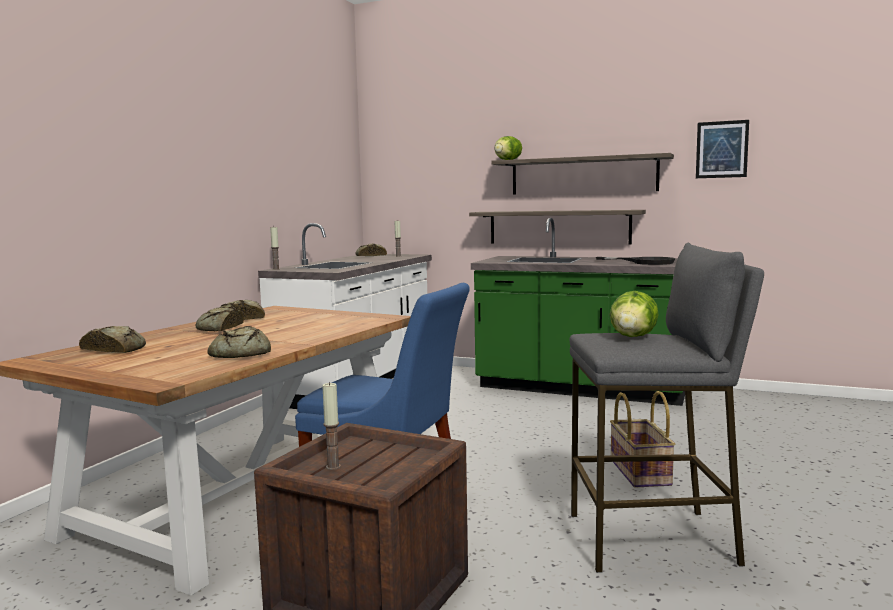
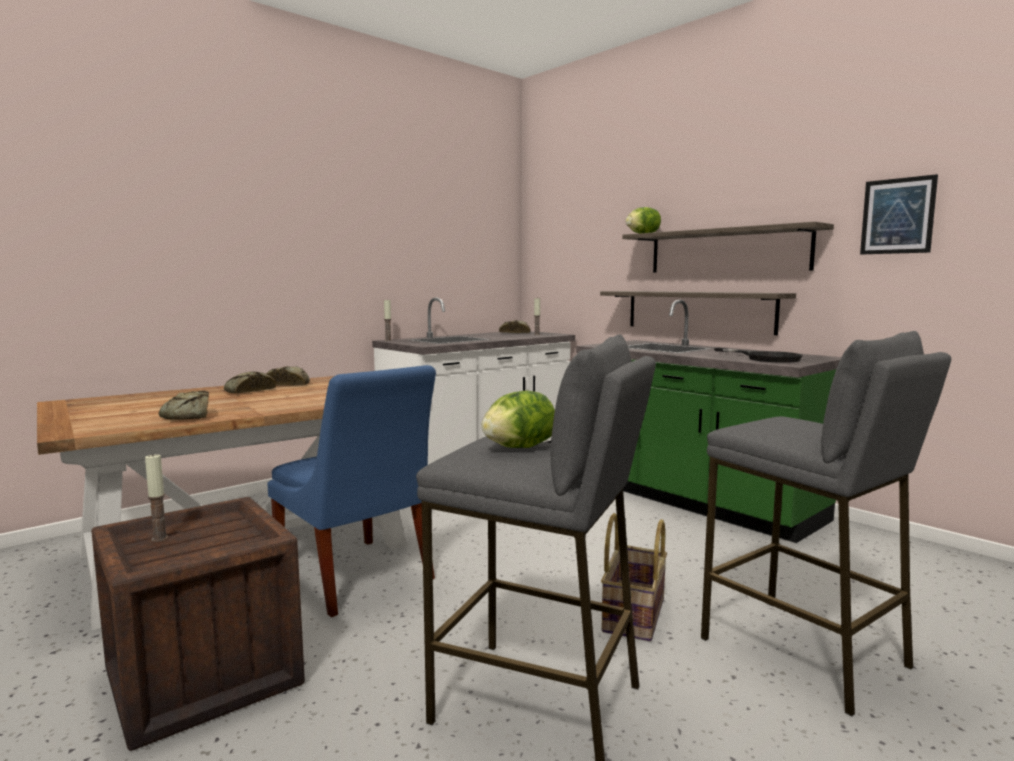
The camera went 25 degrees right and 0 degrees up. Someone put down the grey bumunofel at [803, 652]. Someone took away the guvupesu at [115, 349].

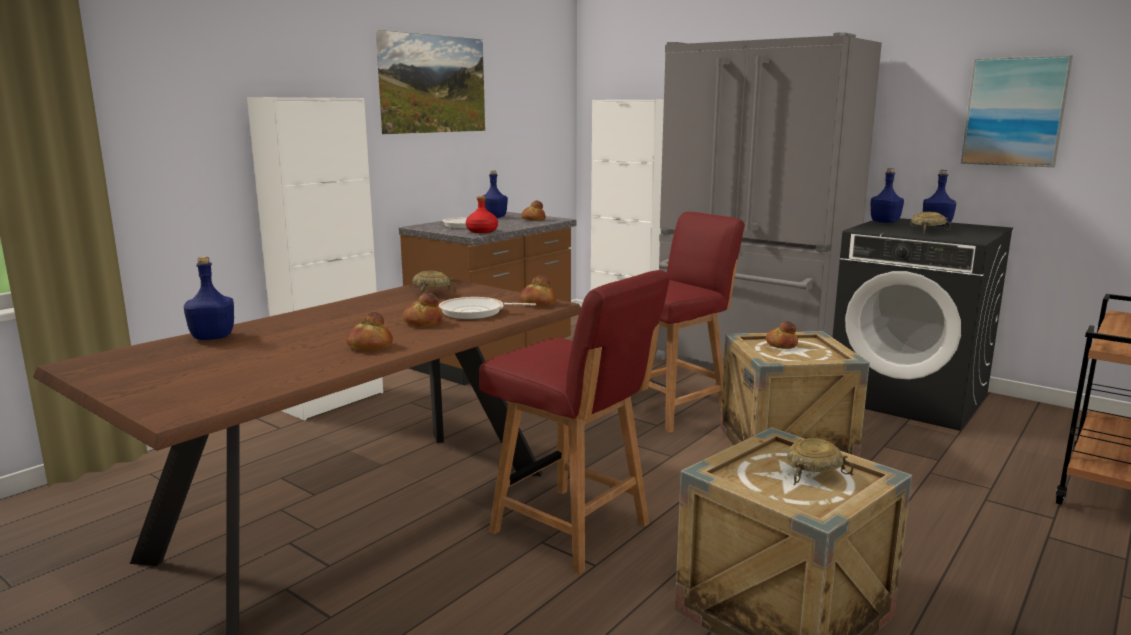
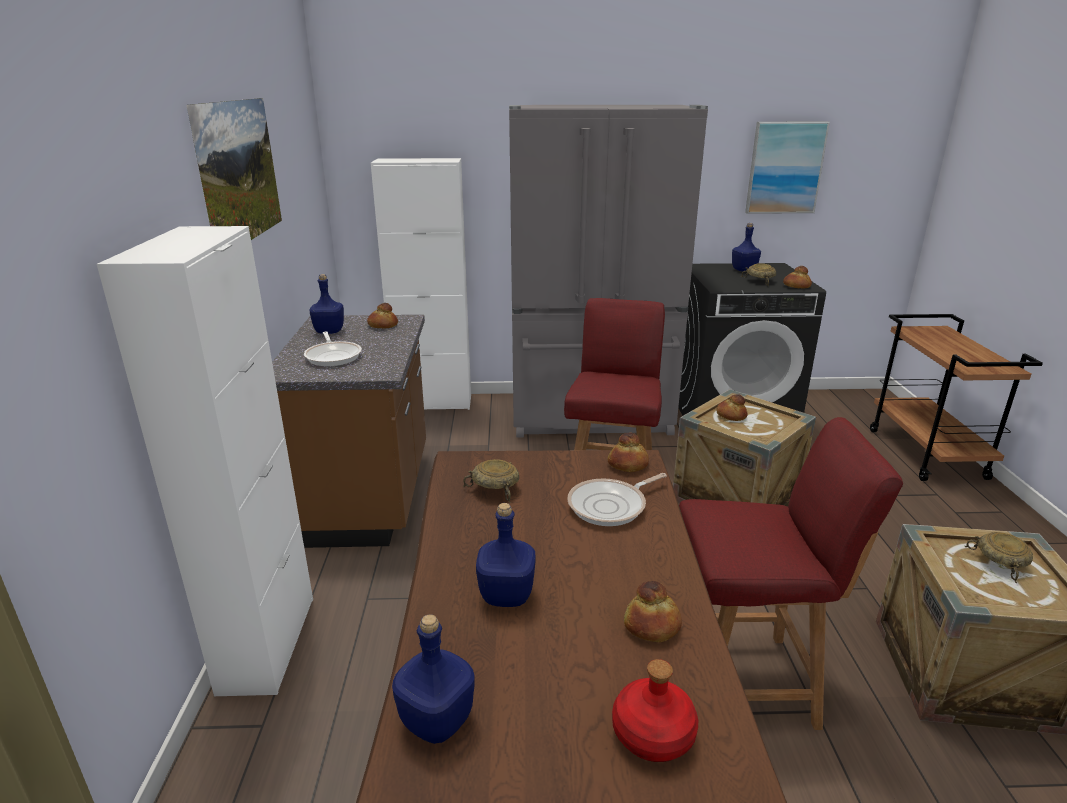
The camera went 40 degrees left and 10 degrees up. Someone carried the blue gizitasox from [885, 222] to [506, 594]. Someone carried the red gizitasox from [482, 231] to [653, 735]. Someone carried the guvupesu from [423, 322] to [796, 286].

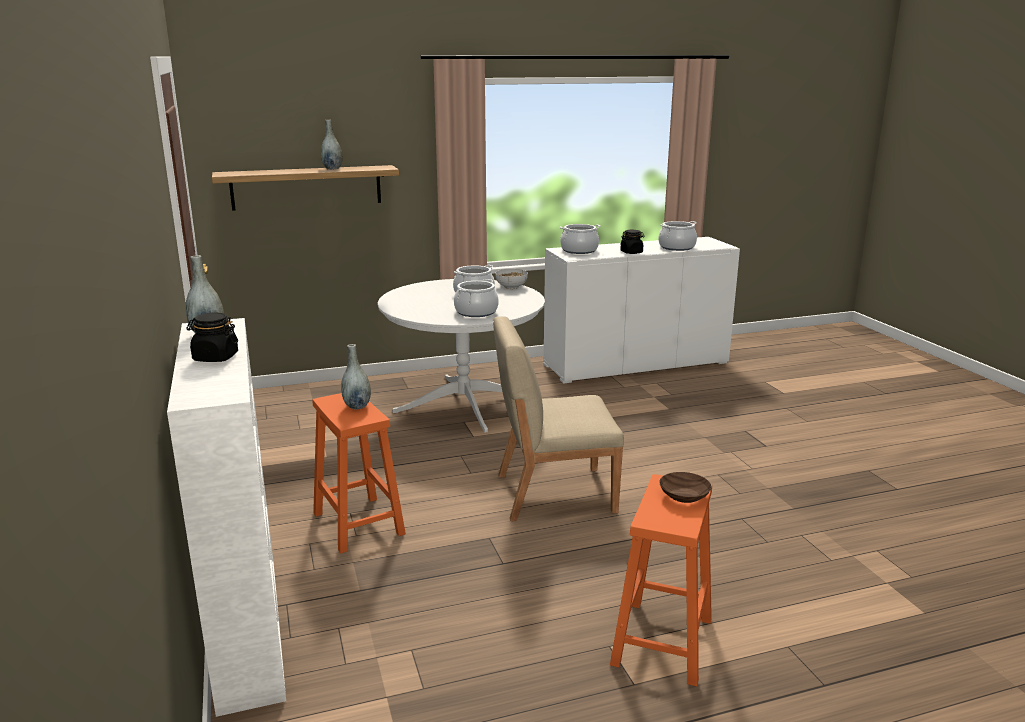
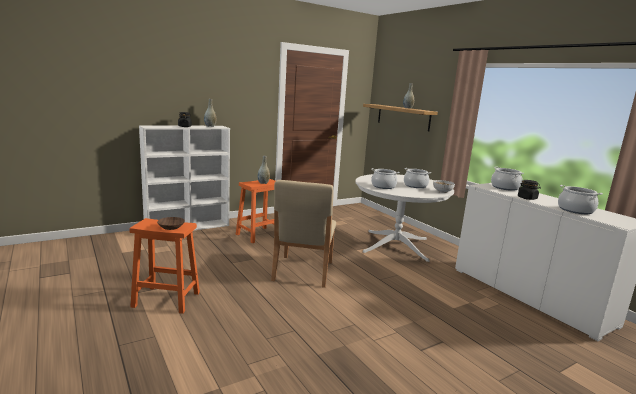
The camera went 75 degrees right and 5 degrees down. Someone rotated the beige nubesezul at [553, 493] by 150 degrees counterclockwise.

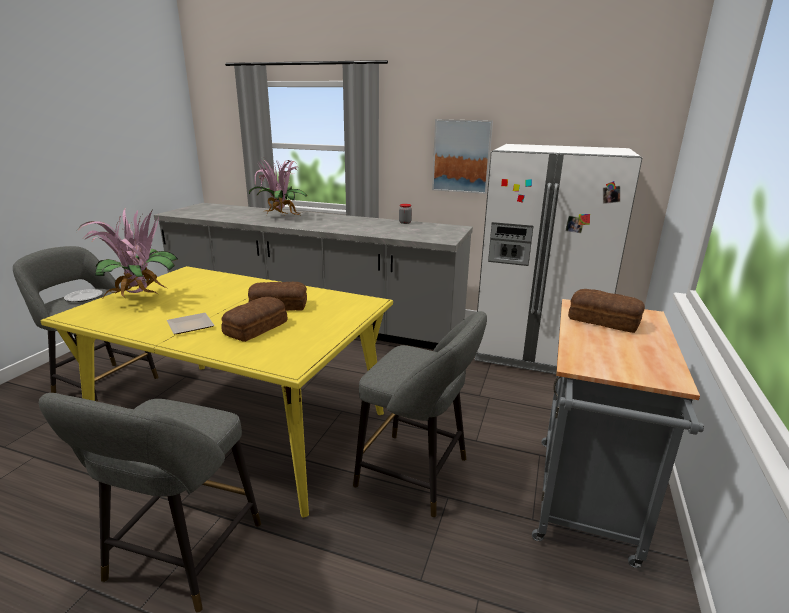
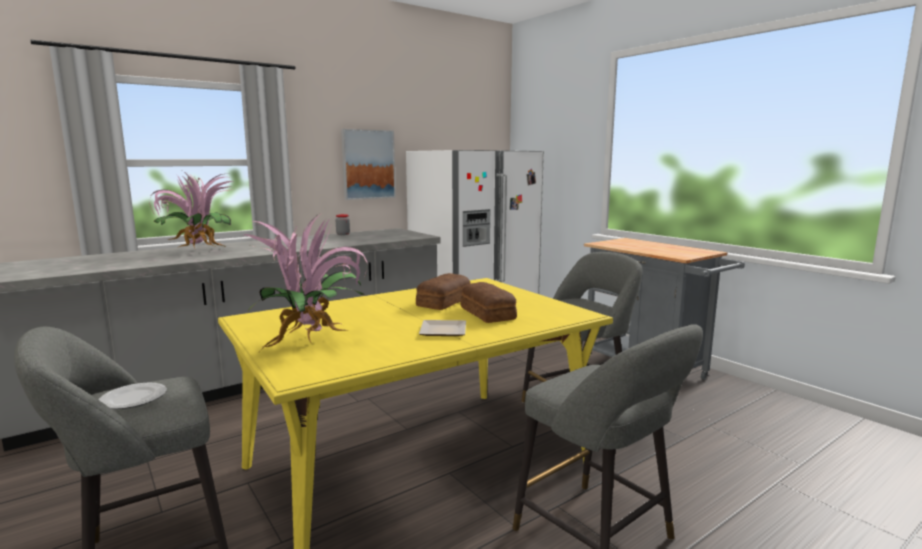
The camera went 55 degrees left and 10 degrees down. Someone took away the guvupesu at [604, 321].

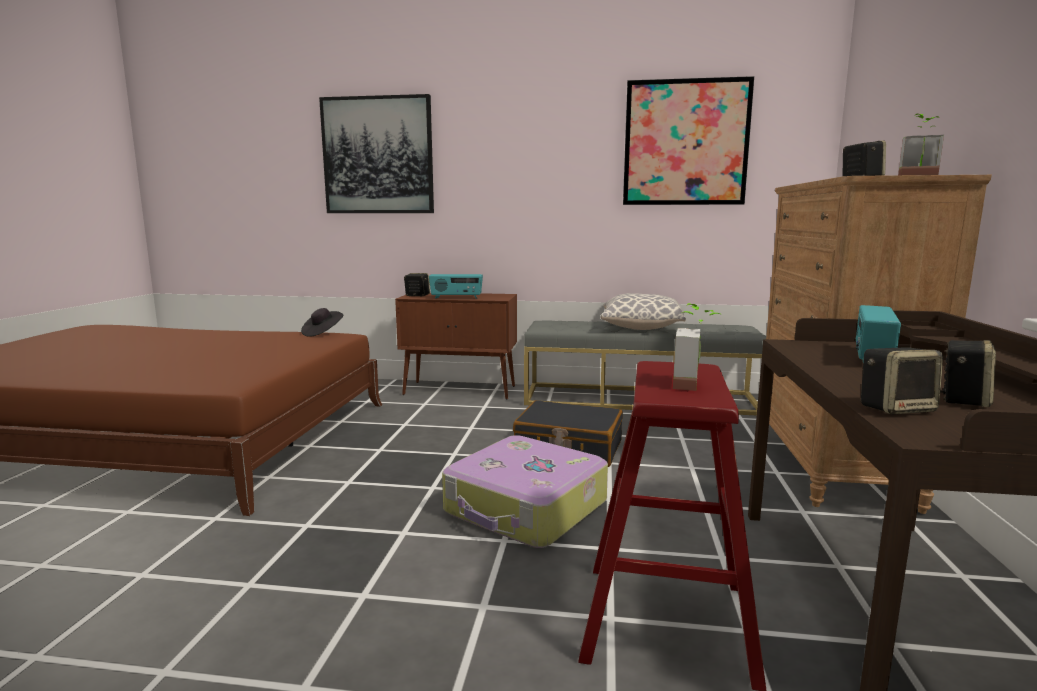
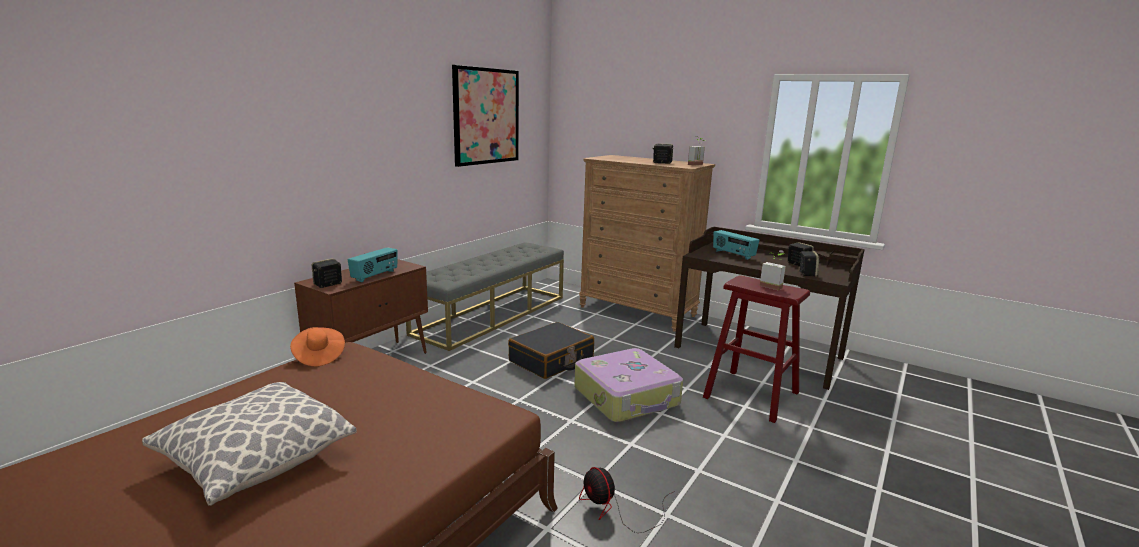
The camera went 65 degrees left and 5 degrees up. Someone carried the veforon from [640, 328] to [256, 461]. Someone repainted the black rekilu at [323, 333], which became the orange rekilu at [318, 356]. Someone put down the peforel at [616, 510]. Someone took away the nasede at [378, 156].

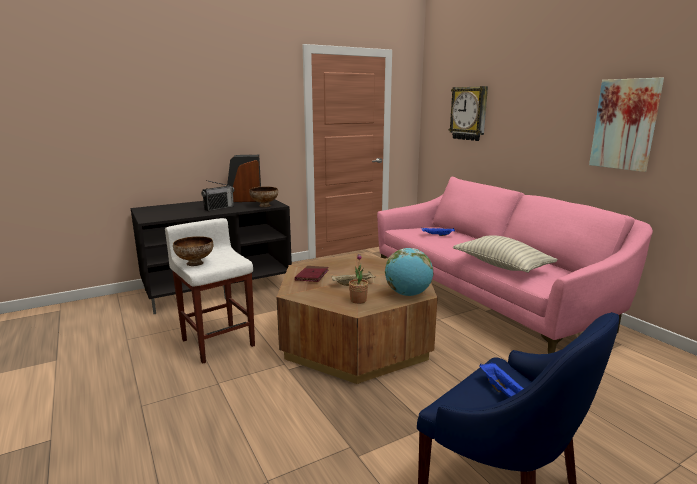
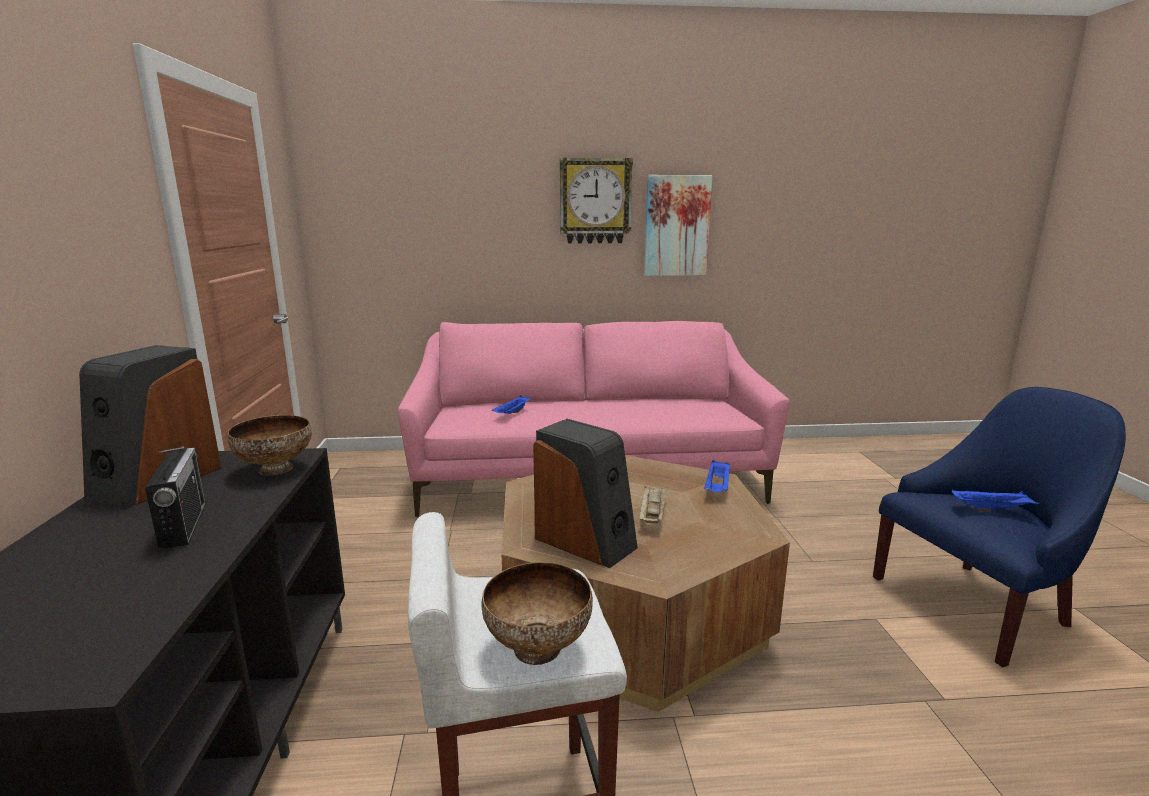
The camera went 65 degrees left and 0 degrees up. Someone swapped the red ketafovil at [312, 276] for the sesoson at [586, 541]. Someone carried the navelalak from [469, 113] to [595, 201]. Someone swapped the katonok at [408, 294] for the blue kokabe at [717, 488]. Someone took away the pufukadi at [358, 300]. Someone took away the veforon at [501, 266].

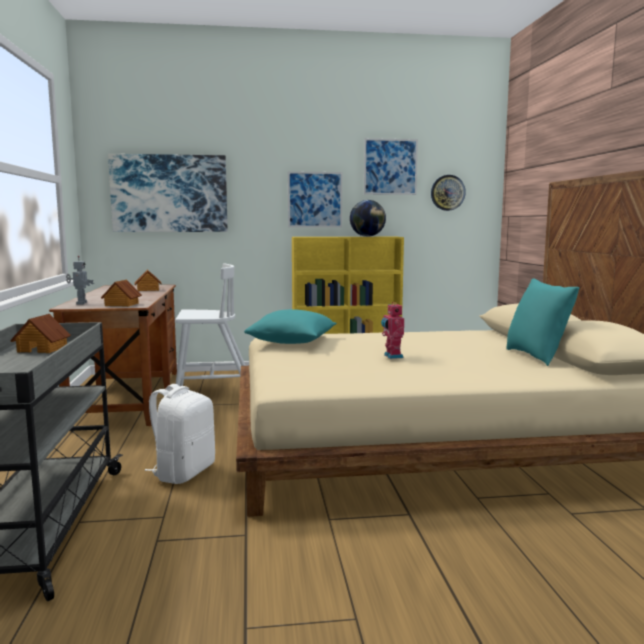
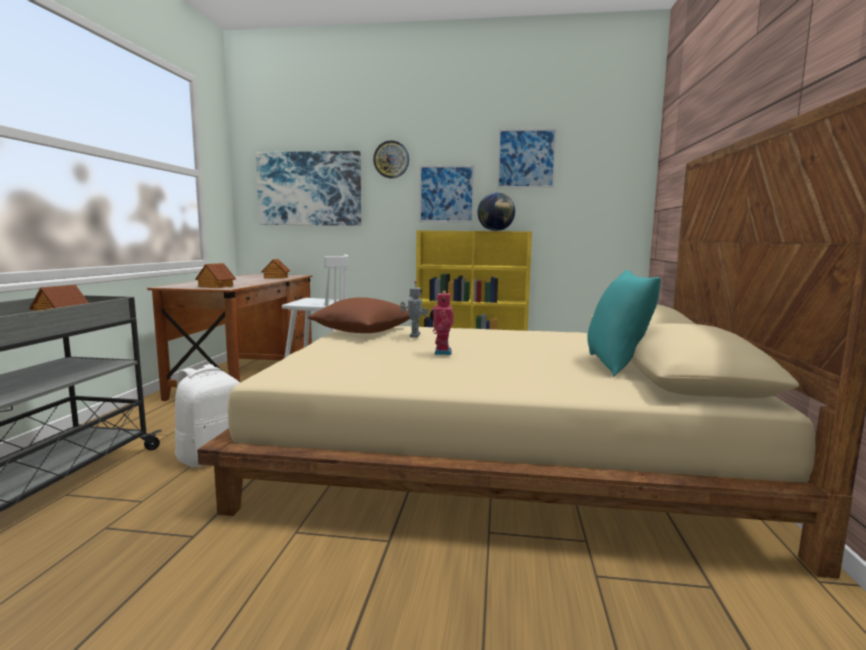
The camera went 15 degrees right and 0 degrees up. Someone repainted the turquoise veforon at [293, 343], which became the brown veforon at [363, 332]. Someone carried the navelalak from [447, 192] to [391, 159]. Someone carried the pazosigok from [80, 303] to [413, 335].

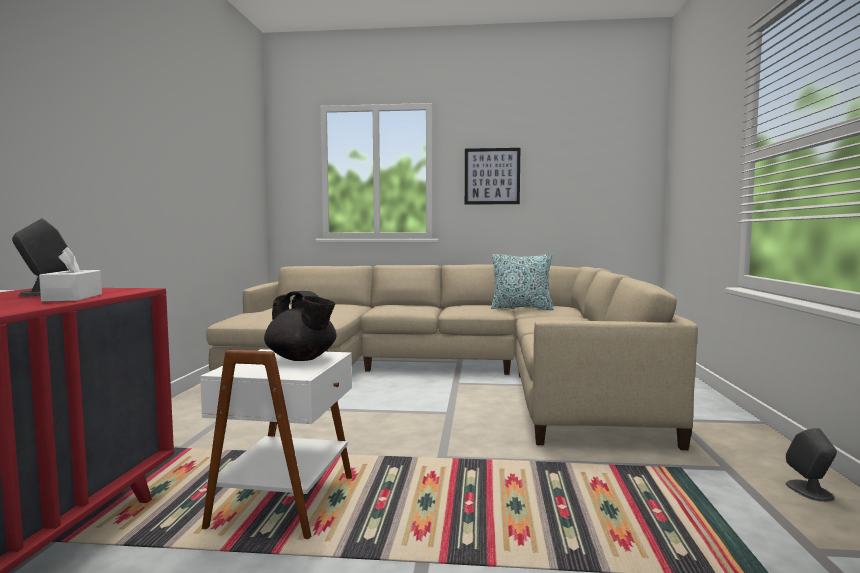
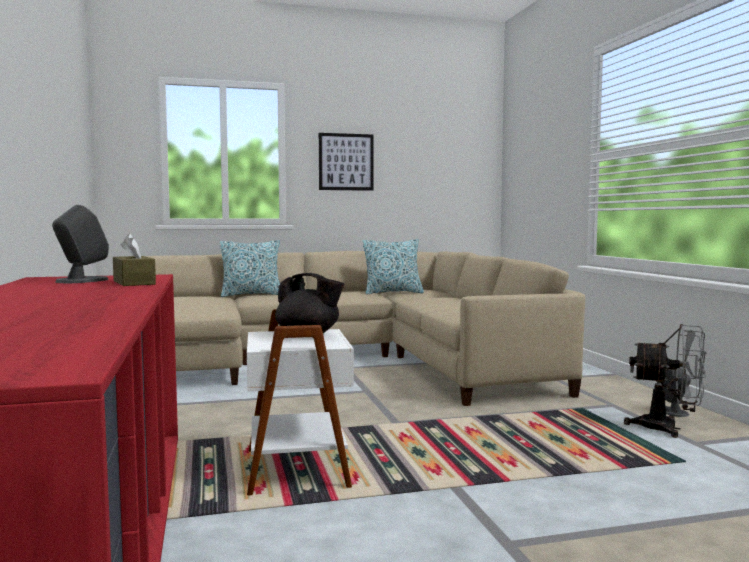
The camera went 20 degrees left and 0 degrees up. Someone repainted the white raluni at [73, 297], which became the brown raluni at [134, 282]. Someone put down the veforon at [251, 295]. Someone put down the grey peforel at [668, 428].

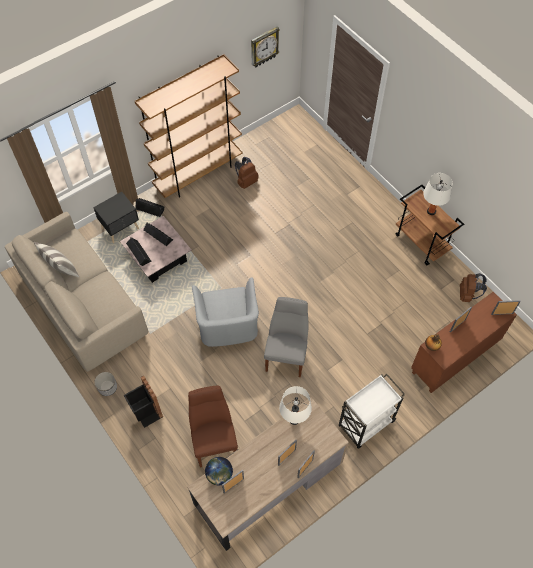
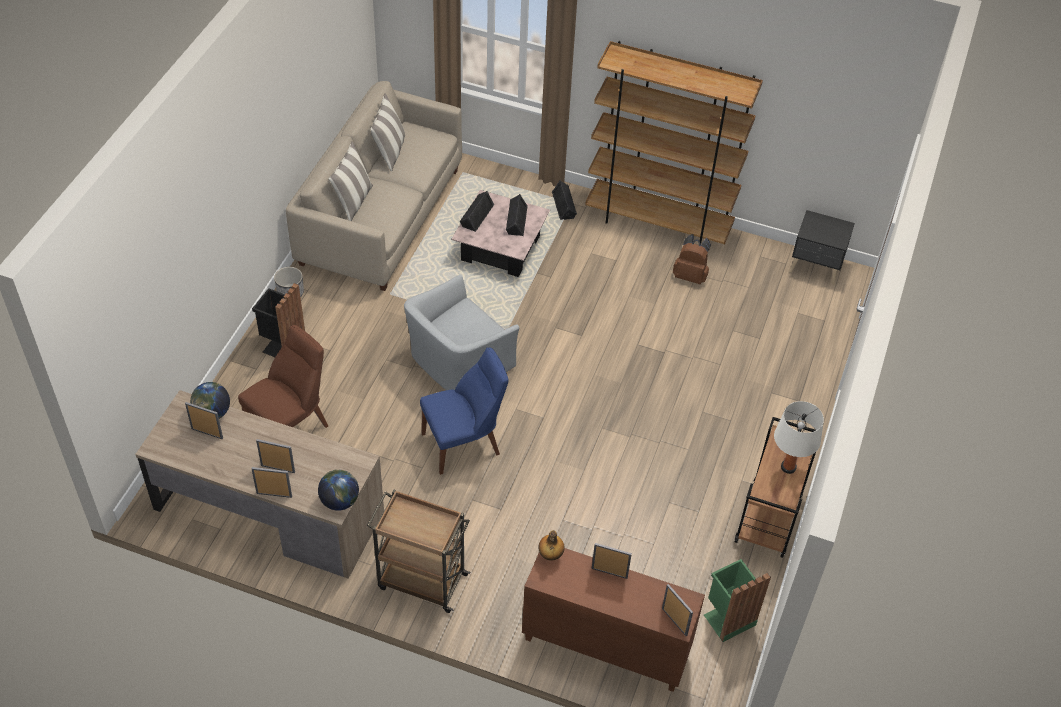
The camera went 55 degrees right and 10 degrees down. Someone put down the katonok at [340, 501]. Someone put down the veforon at [353, 201]. Someone repainted the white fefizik at [365, 424], which became the brown fefizik at [421, 580]. Someone repainted the grey nubesezul at [287, 353], which became the blue nubesezul at [464, 443]. Someone swapped the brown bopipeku at [468, 295] for the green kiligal at [727, 618]. Someone carried the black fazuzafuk from [121, 228] to [816, 268]. Someone took away the navelalak at [264, 47]. Someone took away the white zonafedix at [294, 420].

